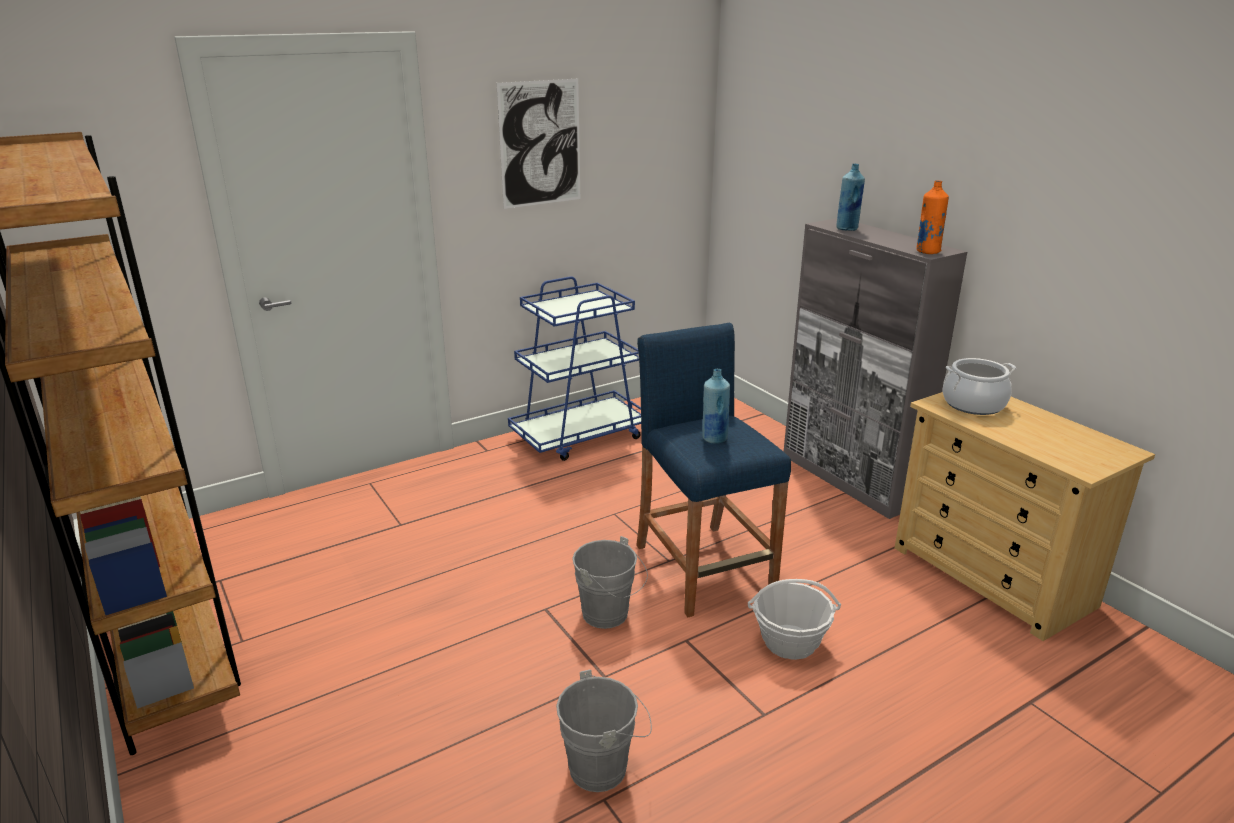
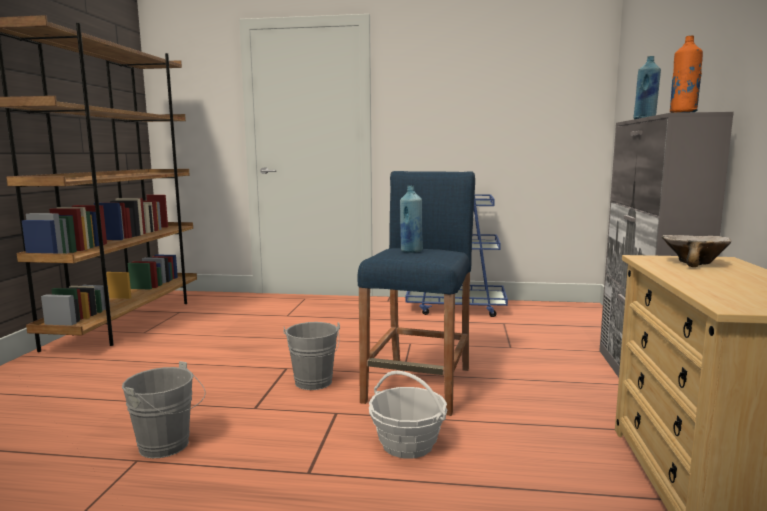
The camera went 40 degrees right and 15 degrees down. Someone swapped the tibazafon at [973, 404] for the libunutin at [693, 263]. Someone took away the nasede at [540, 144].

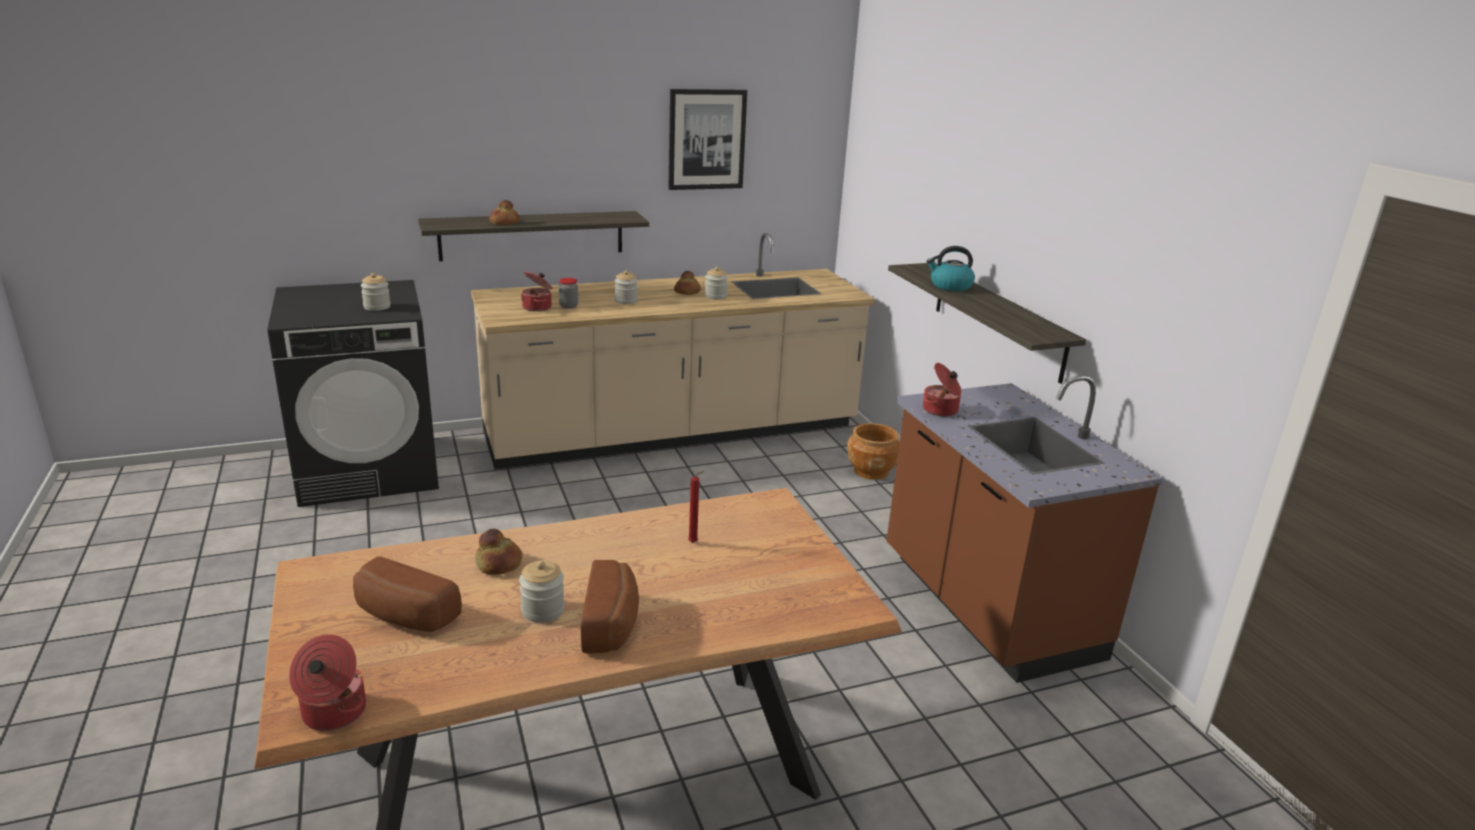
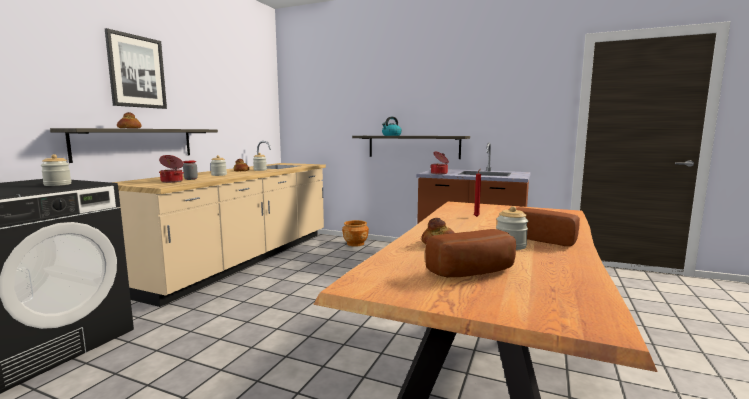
The camera went 45 degrees left and 15 degrees down. Someone carried the nasede from [706, 139] to [136, 71]. Someone took away the tibazafon at [332, 713].

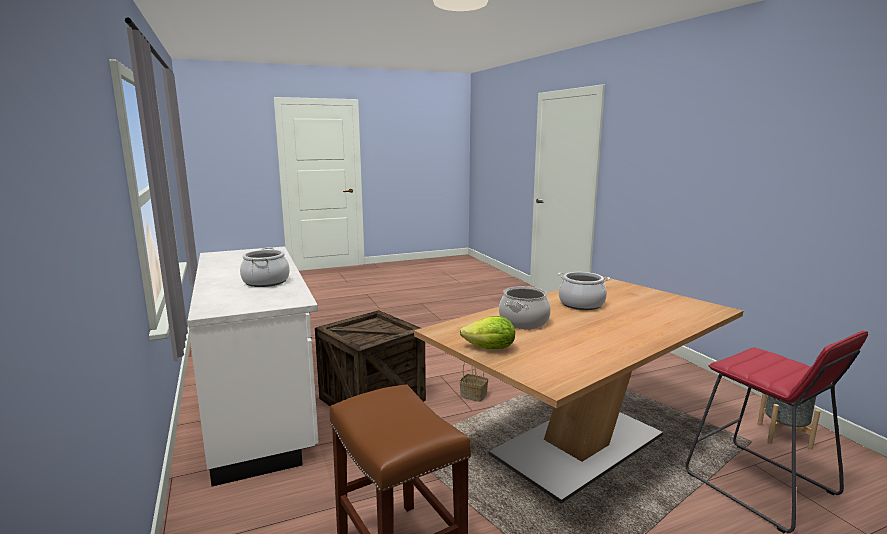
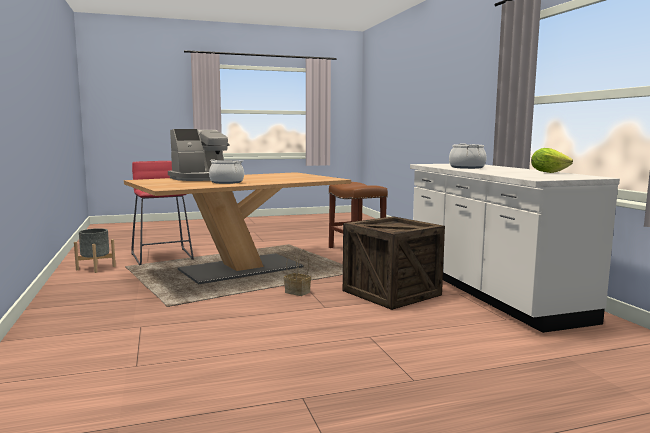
The camera went 175 degrees left and 5 degrees down. Someone put down the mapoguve at [201, 178]. Someone carried the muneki from [490, 349] to [548, 172]. Someone took away the tibazafon at [523, 322].

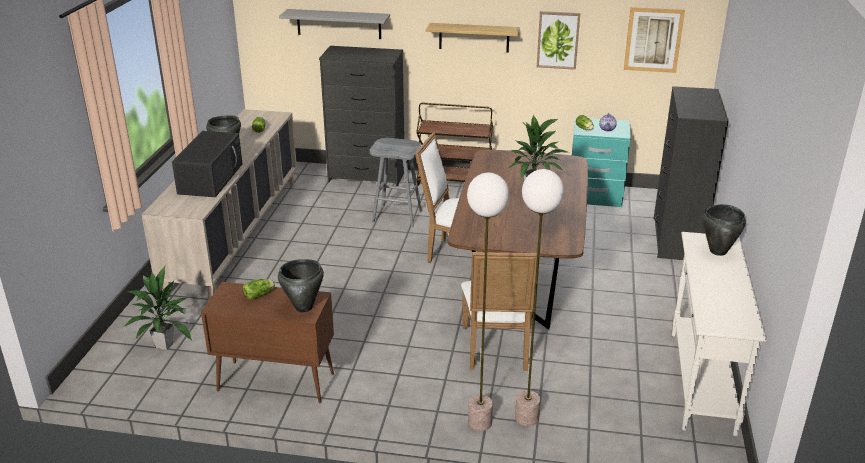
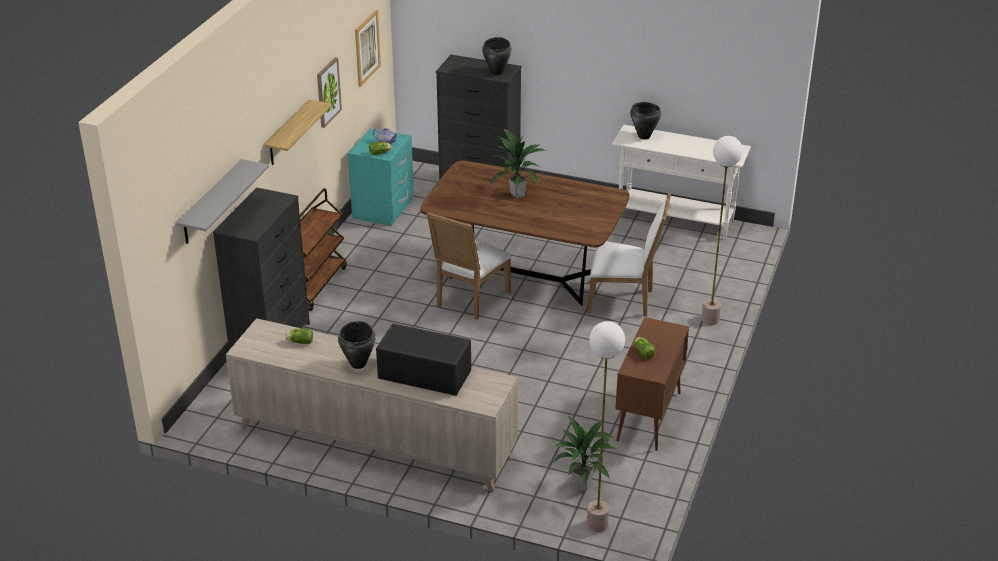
The camera went 80 degrees left and 5 degrees up. Someone carried the black tibazafon from [304, 307] to [497, 72]. Someone carried the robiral from [527, 418] to [597, 524]. Someone took away the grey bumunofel at [398, 216].

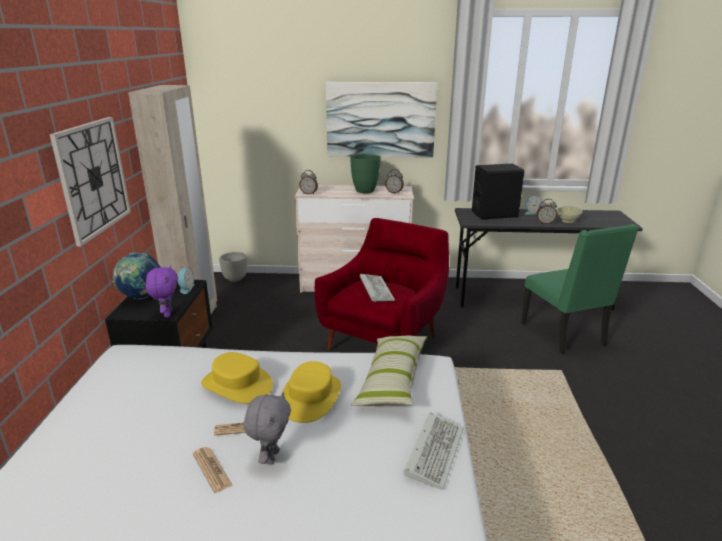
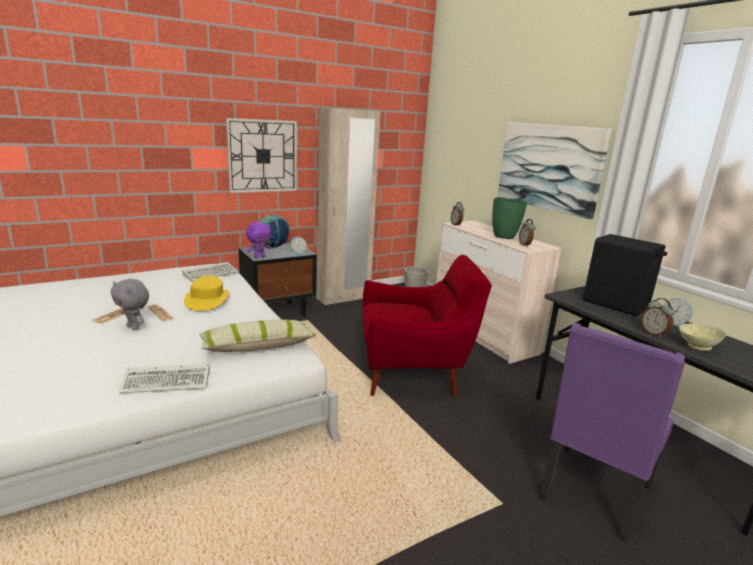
The camera went 55 degrees right and 5 degrees down. Someone rotated the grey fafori at [271, 456] by 60 degrees clockwise. Someone carried the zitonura from [375, 289] to [211, 274]. Someone repainted the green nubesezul at [564, 335], which became the purple nubesezul at [593, 493]. Someone took away the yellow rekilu at [311, 397].

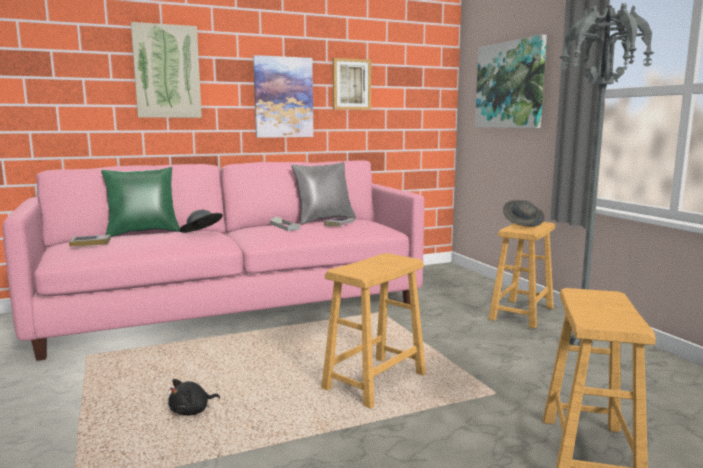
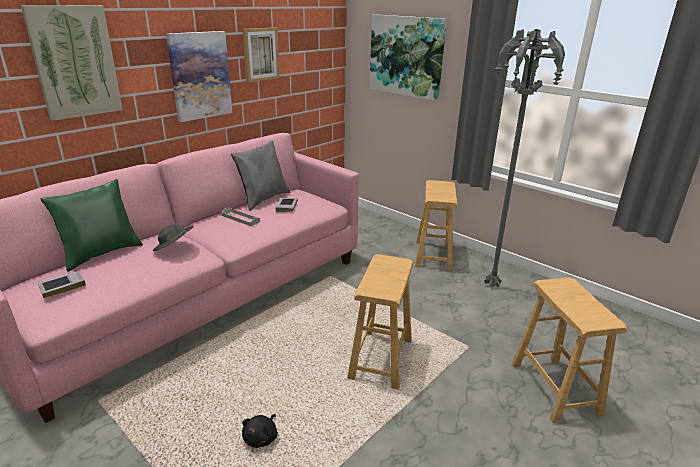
The camera went 25 degrees left and 15 degrees up. Someone took away the grey rekilu at [523, 223].

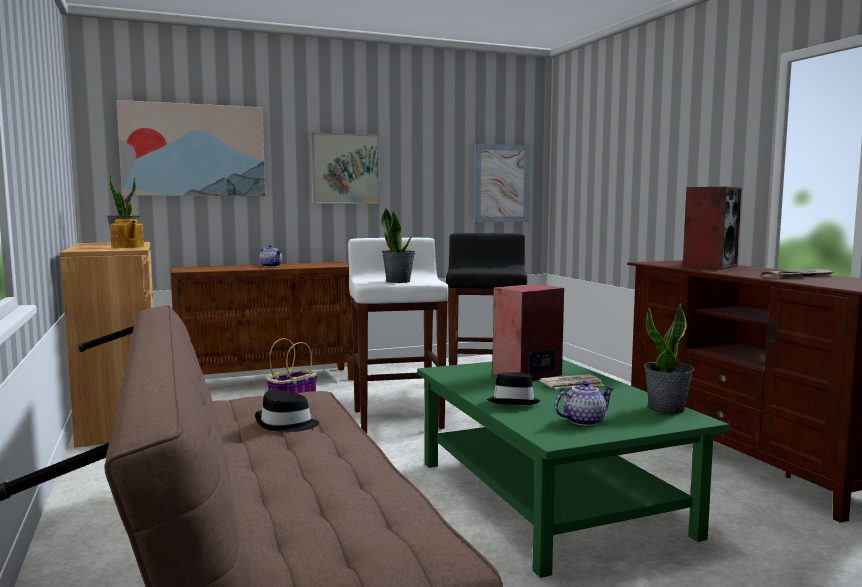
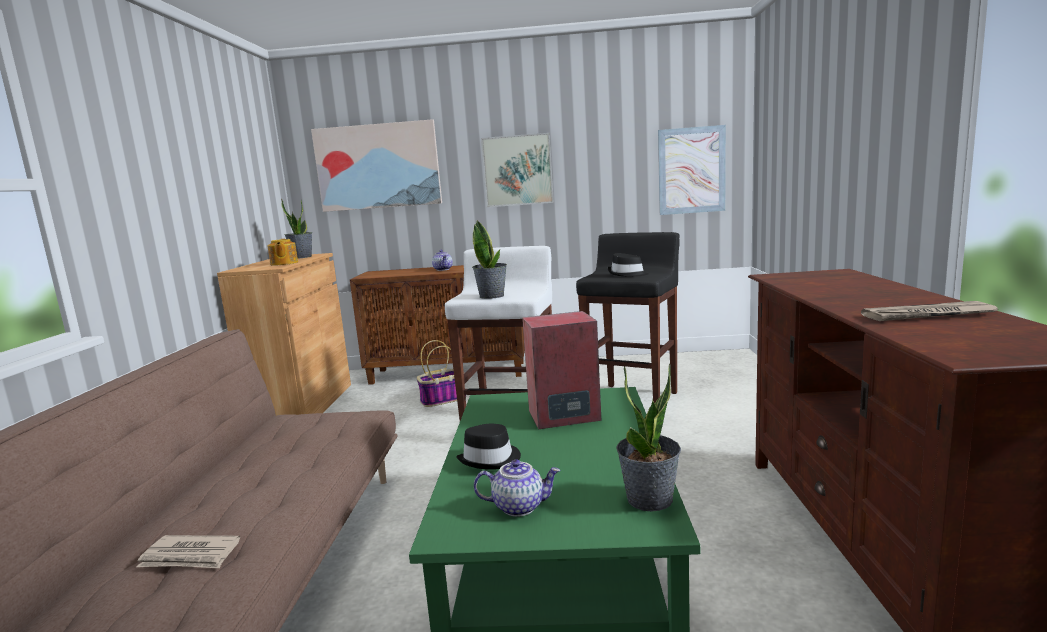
The camera went 25 degrees right and 5 degrees up. Someone carried the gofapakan from [572, 385] to [190, 556]. Someone carried the black rekilu from [286, 424] to [627, 274]. Someone took away the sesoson at [709, 266].

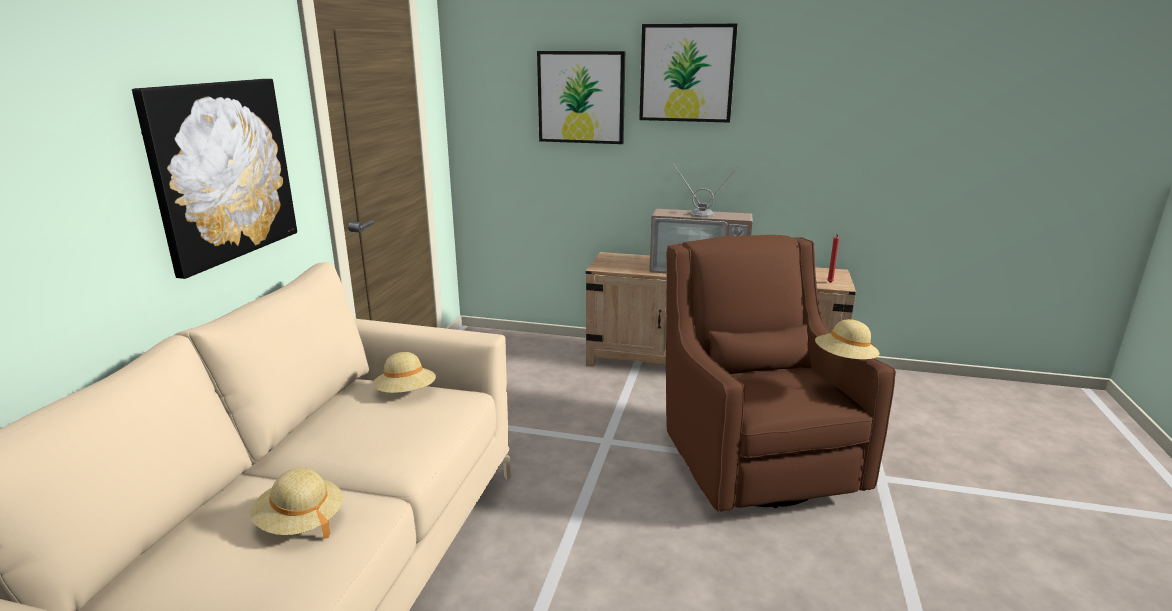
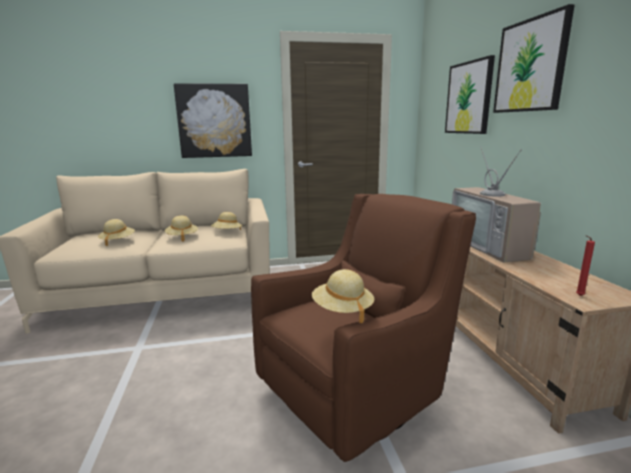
The camera went 65 degrees right and 5 degrees down. Someone put down the beige rekilu at [182, 237].

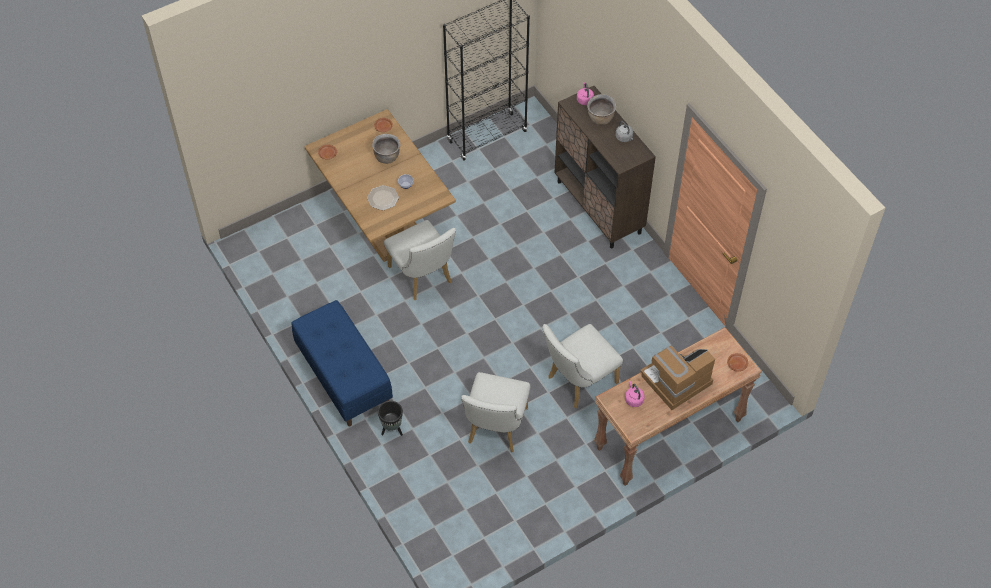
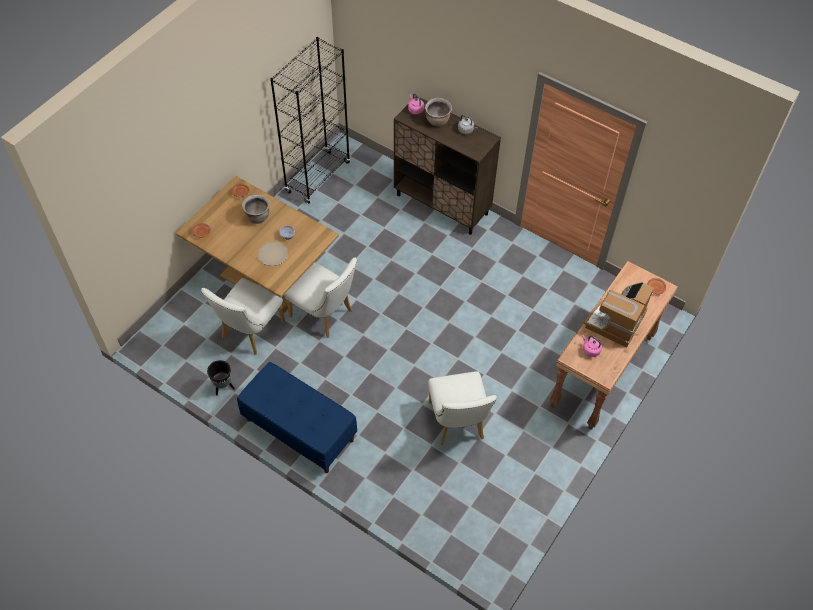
The camera went 25 degrees left and 0 degrees up. Someone carried the white nubesezul from [578, 382] to [249, 332]. Someone carried the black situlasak from [392, 429] to [223, 387].

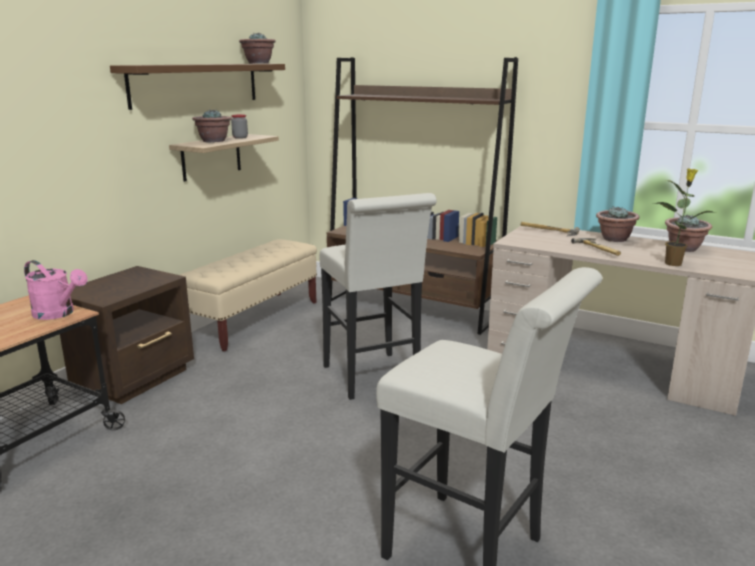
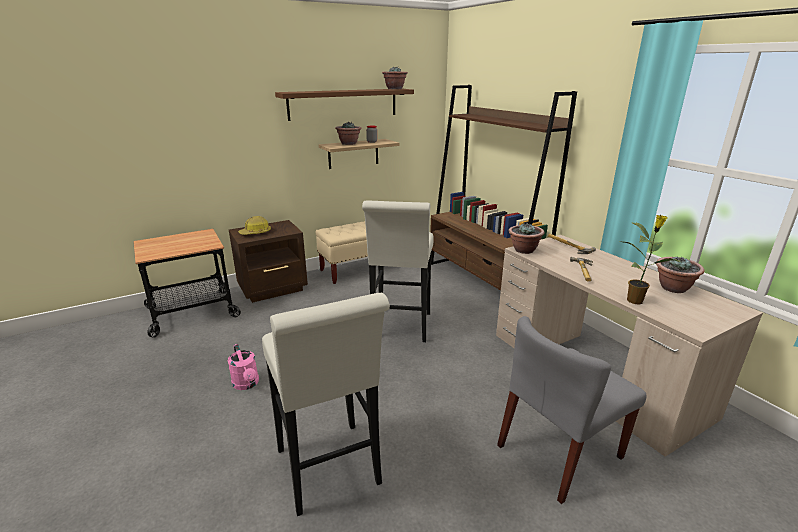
The camera went 30 degrees right and 5 degrees up. Someone carried the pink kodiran from [58, 314] to [247, 384]. Someone put down the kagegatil at [255, 233]. Someone put down the grey nubesezul at [559, 452]. Someone carried the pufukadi from [614, 239] to [523, 250].

